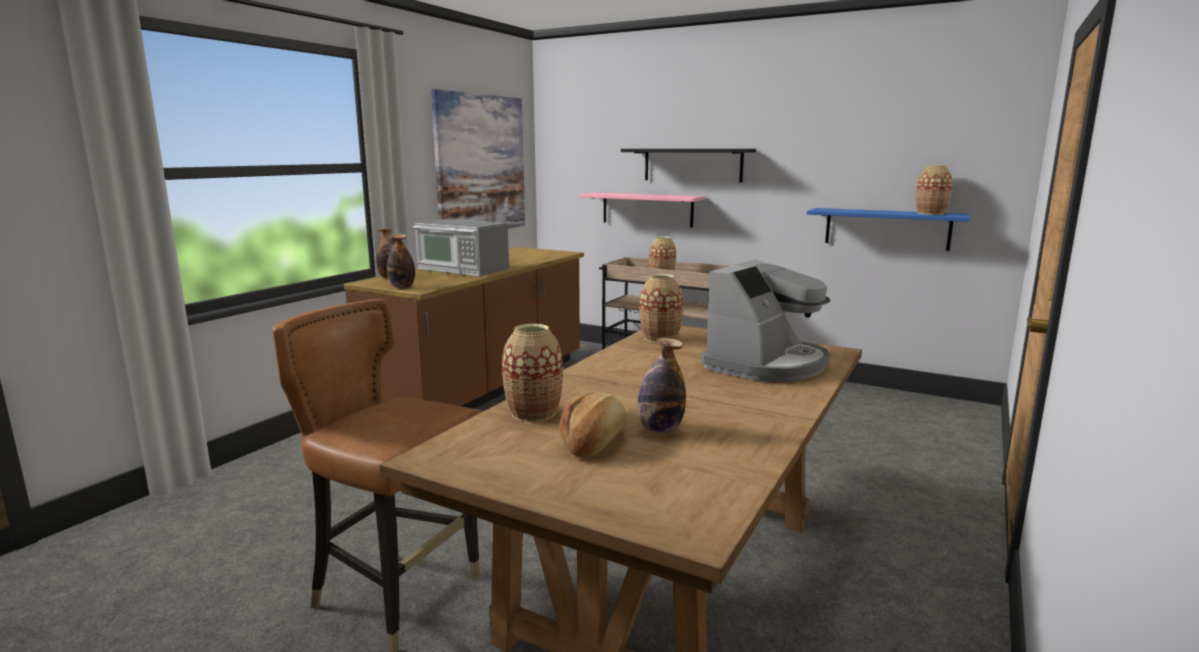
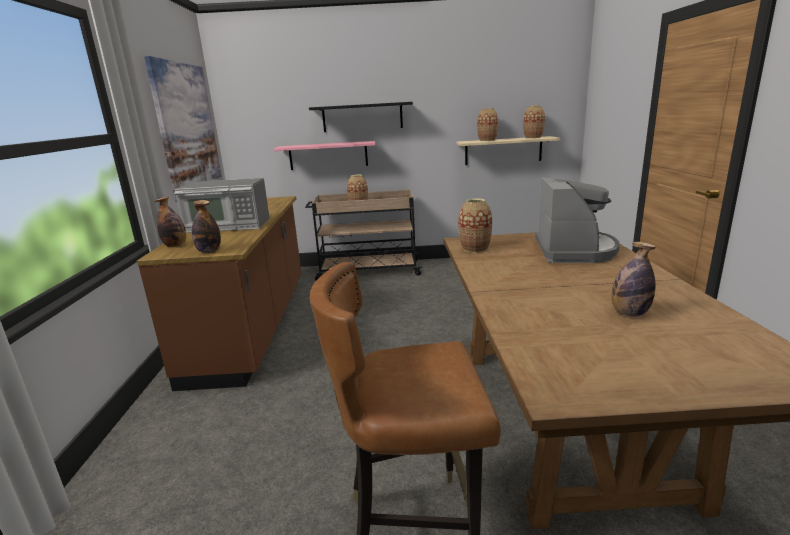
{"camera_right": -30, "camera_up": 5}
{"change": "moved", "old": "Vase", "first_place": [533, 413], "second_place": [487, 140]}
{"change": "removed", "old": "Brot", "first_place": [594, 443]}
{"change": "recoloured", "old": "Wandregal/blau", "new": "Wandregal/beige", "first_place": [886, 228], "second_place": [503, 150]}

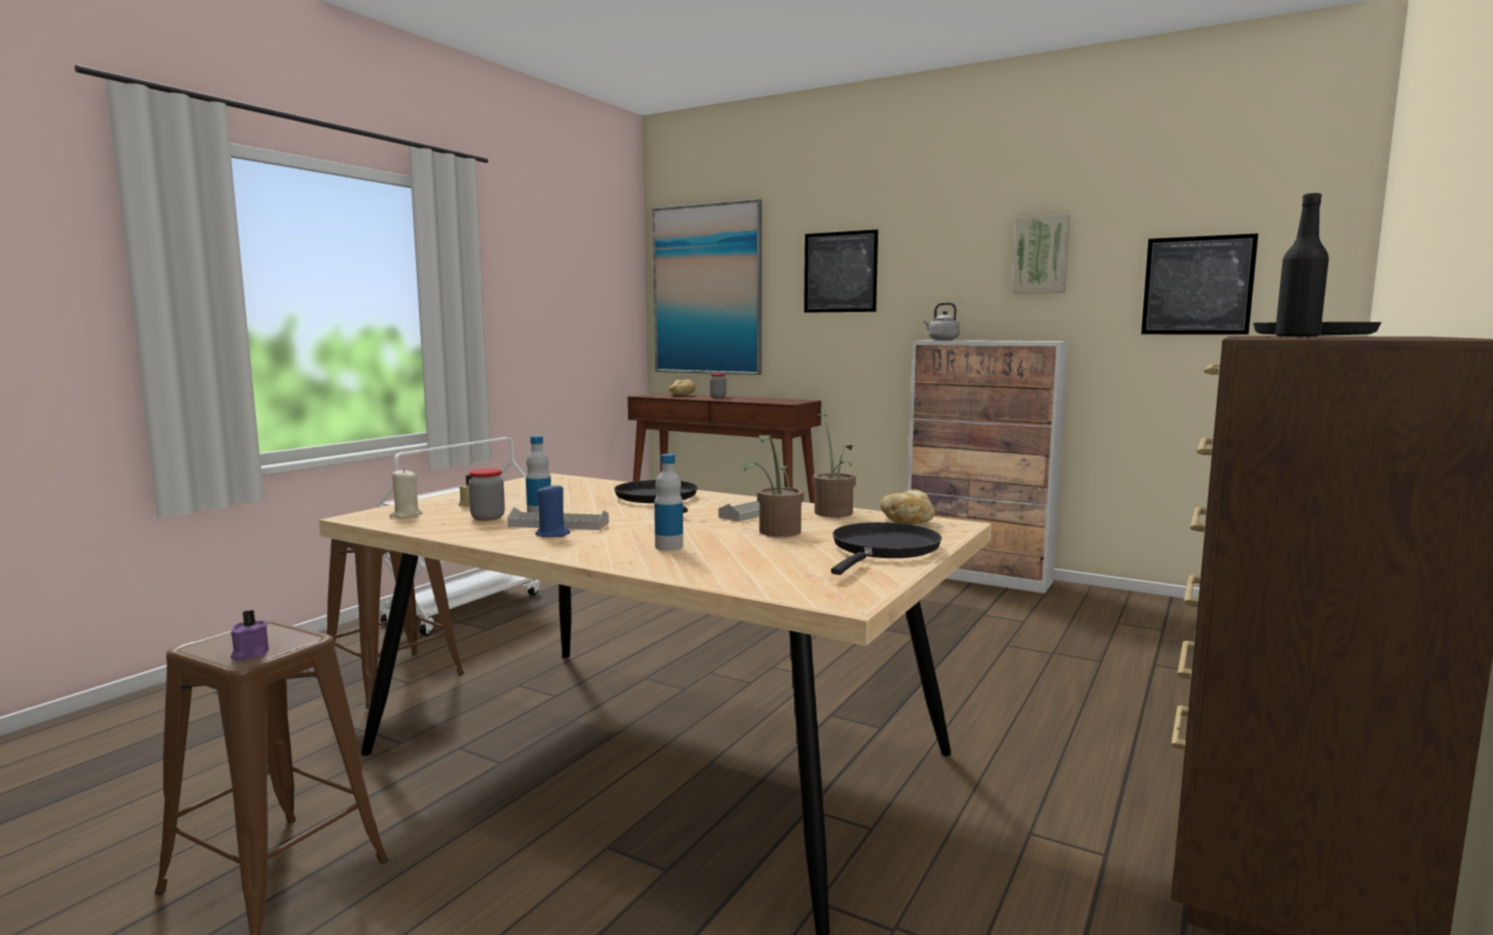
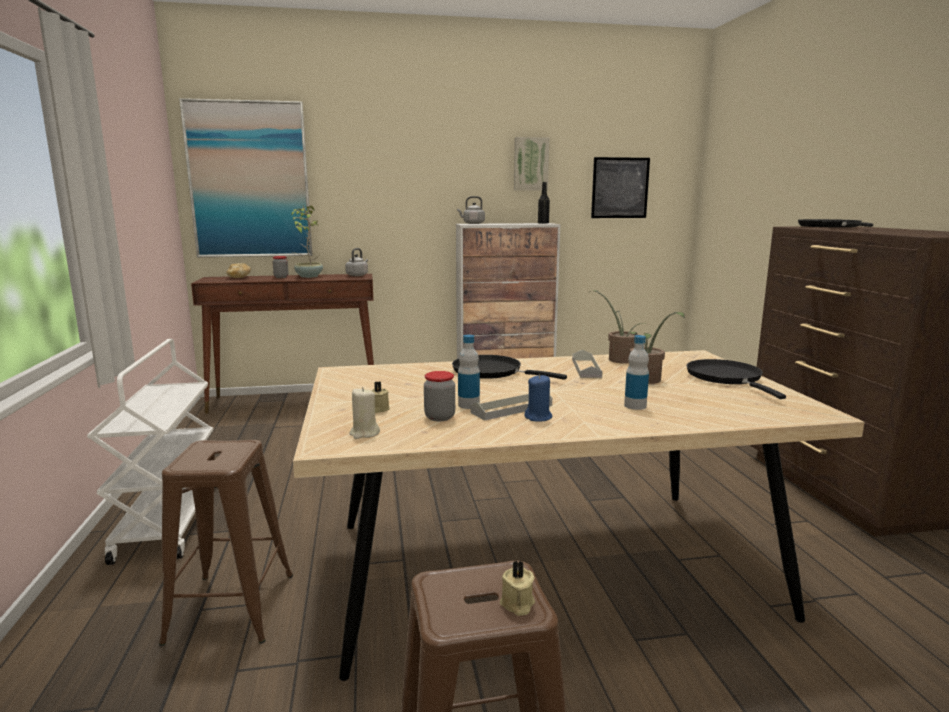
{"camera_right": -40, "camera_up": 5}
{"change": "recoloured", "old": "Kerze/lila", "new": "Kerze/beige", "first_place": [250, 654], "second_place": [517, 604]}
{"change": "removed", "old": "Bild", "first_place": [840, 272]}
{"change": "removed", "old": "Brot", "first_place": [907, 523]}
{"change": "moved", "old": "Flasche/schwarz", "first_place": [1297, 337], "second_place": [543, 223]}
{"change": "added", "new": "Topfpflanze", "second_place": [308, 276]}
{"change": "added", "new": "Wasserkessel/grau", "second_place": [357, 275]}

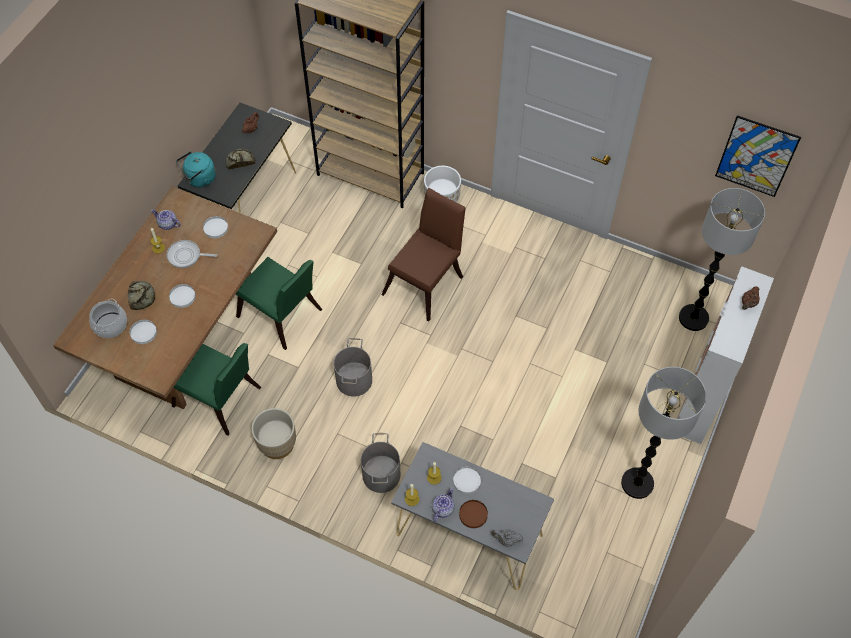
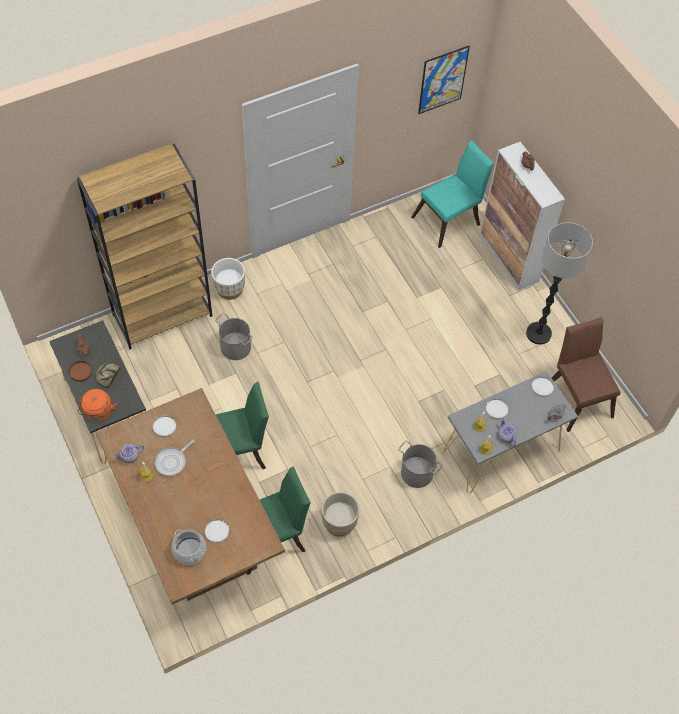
{"camera_right": -55, "camera_up": 0}
{"change": "removed", "old": "Brot", "first_place": [141, 296]}
{"change": "moved", "old": "Teller/weiß", "first_place": [182, 296], "second_place": [542, 387]}
{"change": "recoloured", "old": "Wasserkessel/türkis", "new": "Wasserkessel/orange", "first_place": [199, 179], "second_place": [98, 413]}
{"change": "moved", "old": "Eimer/grau", "first_place": [354, 380], "second_place": [236, 346]}
{"change": "moved", "old": "Stuhl/braun", "first_place": [426, 282], "second_place": [577, 396]}
{"change": "moved", "old": "Teller/braun", "first_place": [473, 514], "second_place": [81, 372]}
{"change": "replaced", "old": "Stehlampe", "new": "Stuhl/türkis", "first_place": [693, 318], "second_place": [449, 219]}

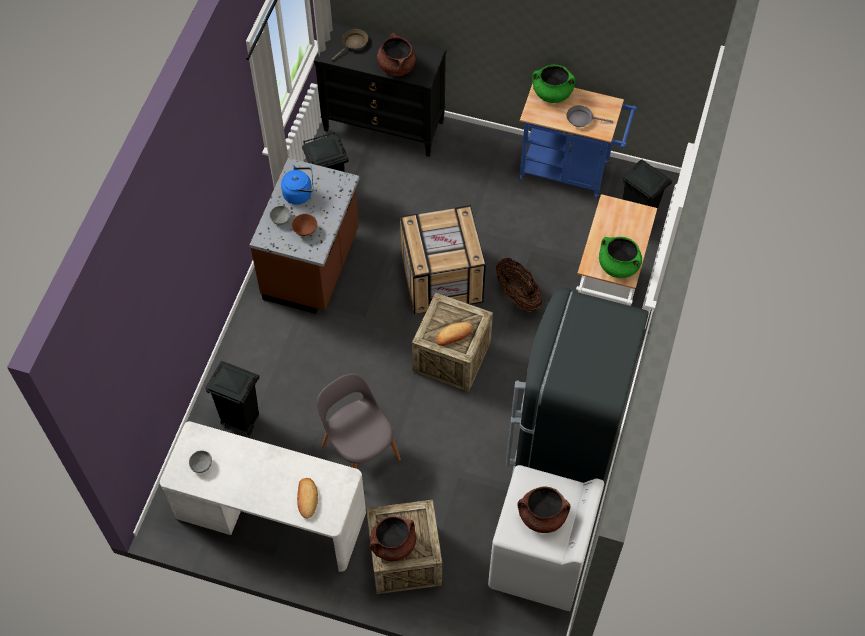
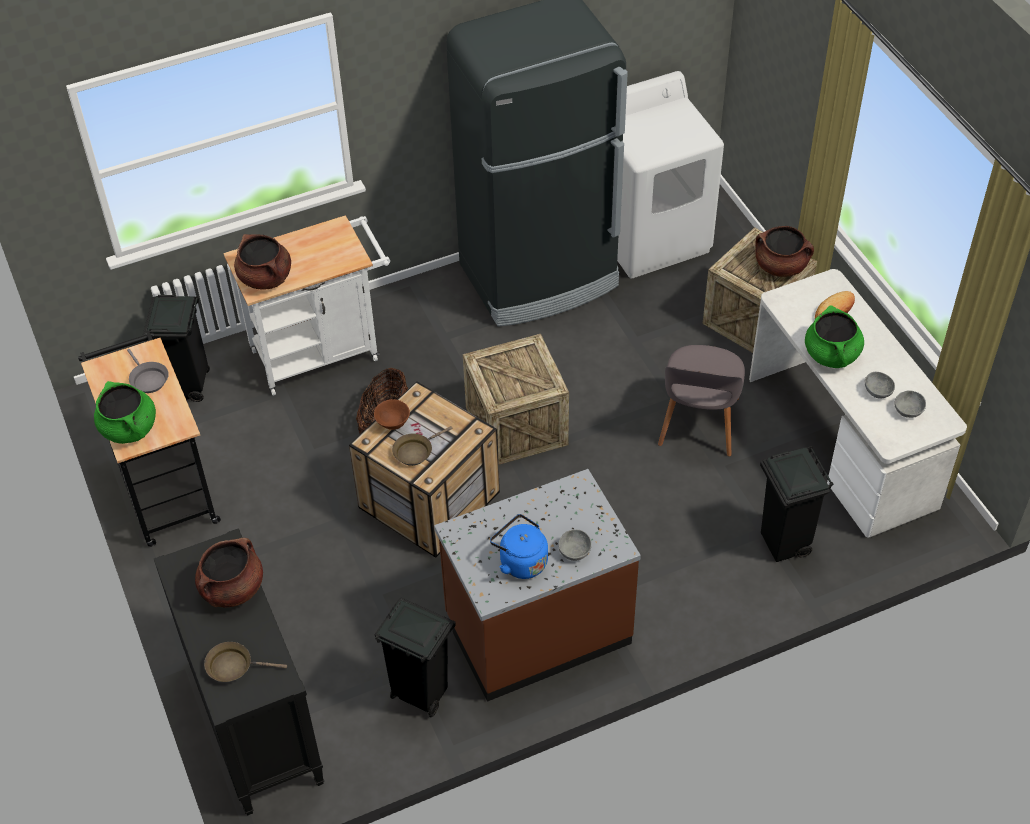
{"camera_right": -130, "camera_up": -10}
{"change": "moved", "old": "Schüssel/braun", "first_place": [305, 231], "second_place": [393, 422]}
{"change": "removed", "old": "Brot", "first_place": [454, 335]}
{"change": "moved", "old": "Kochtopf/braun", "first_place": [542, 516], "second_place": [265, 278]}
{"change": "recoloured", "old": "Rollwagen/blau", "new": "Rollwagen/schwarz", "first_place": [570, 171], "second_place": [164, 484]}
{"change": "moved", "old": "Kochtopf/grün", "first_place": [618, 266], "second_place": [831, 355]}
{"change": "added", "new": "Pfanne/braun", "second_place": [415, 451]}
{"change": "added", "new": "Schüssel/grau", "second_place": [878, 391]}

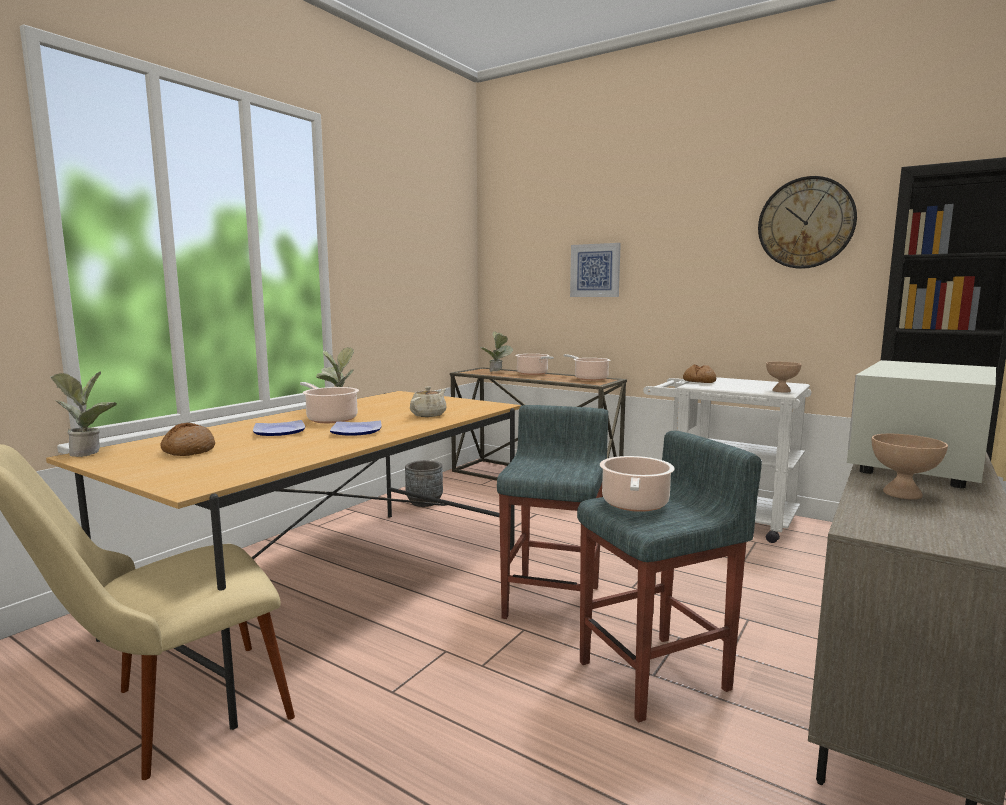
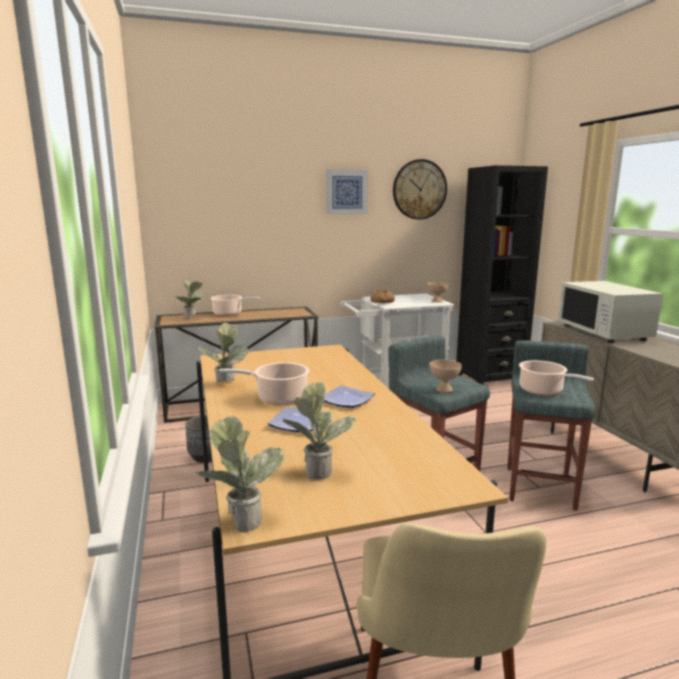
{"camera_right": -50, "camera_up": 5}
{"change": "replaced", "old": "Brot", "new": "Topfpflanze", "first_place": [188, 450], "second_place": [318, 469]}
{"change": "removed", "old": "Teekanne/beige", "first_place": [429, 415]}
{"change": "removed", "old": "Kochtopf", "first_place": [589, 378]}
{"change": "moved", "old": "Bild", "first_place": [595, 270], "second_place": [346, 192]}
{"change": "moved", "old": "Schüssel/beige", "first_place": [904, 494], "second_place": [444, 390]}

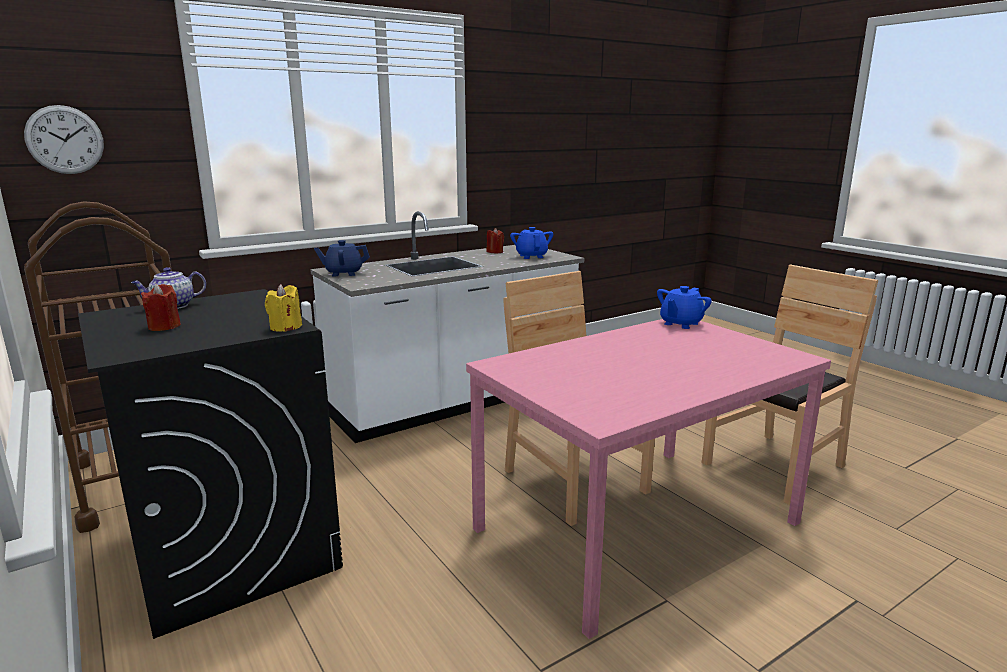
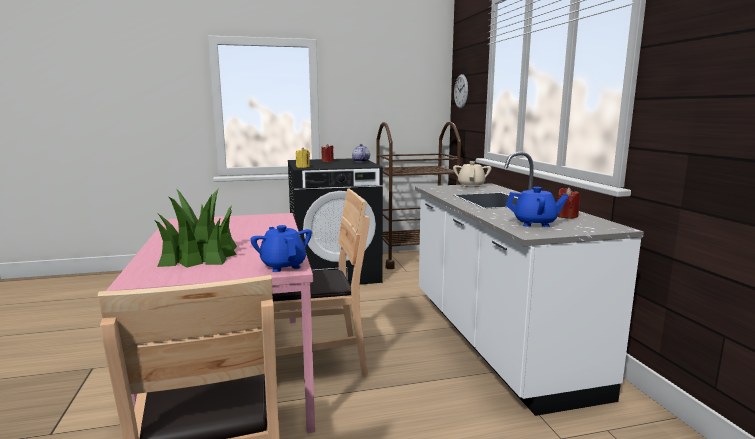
{"camera_right": 110, "camera_up": -5}
{"change": "recoloured", "old": "Teekanne/blau", "new": "Teekanne/beige", "first_place": [343, 273], "second_place": [471, 186]}
{"change": "added", "new": "Topfpflanze", "second_place": [199, 255]}

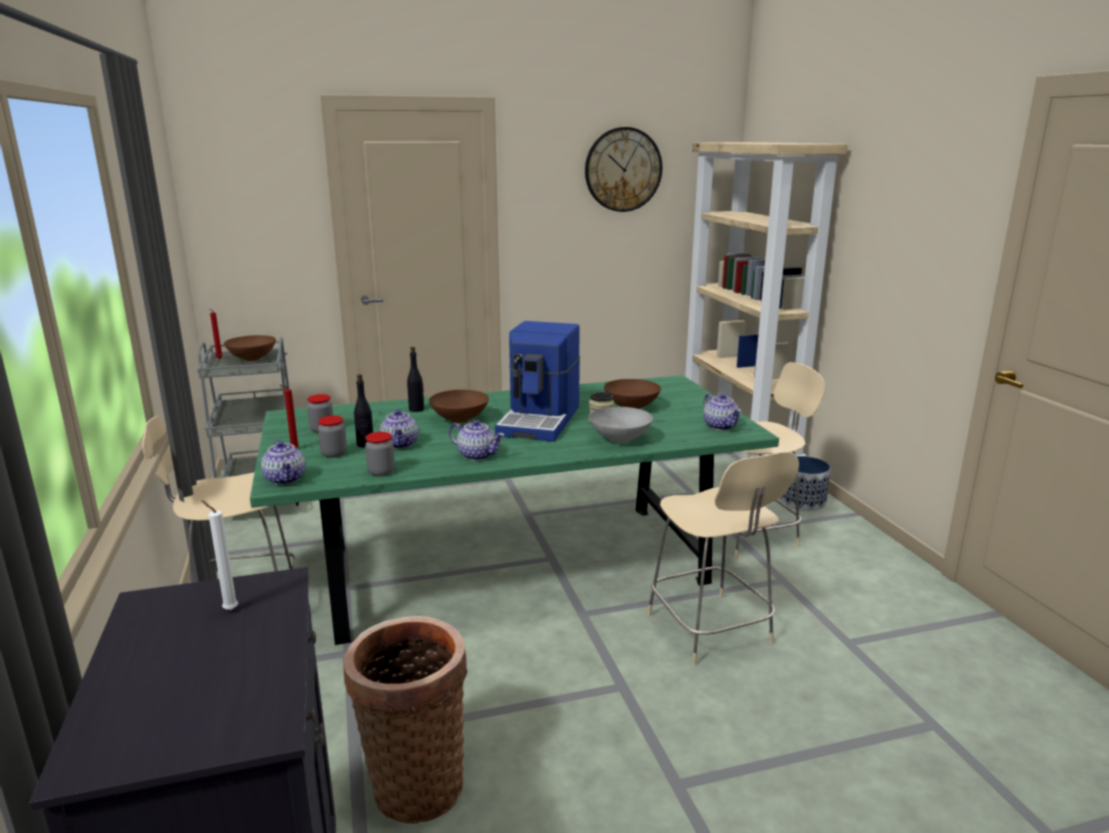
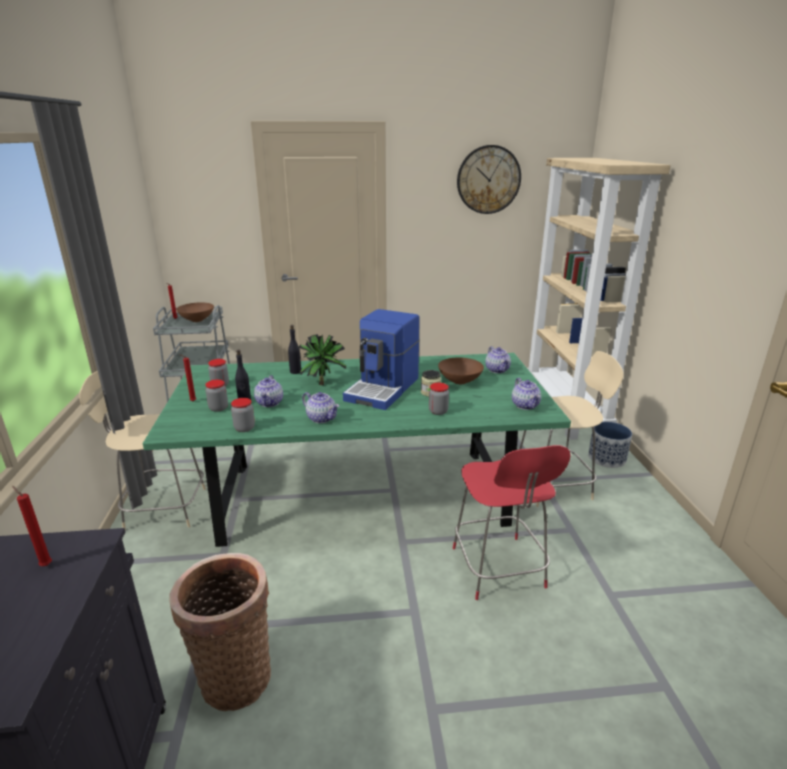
{"camera_right": 10, "camera_up": 5}
{"change": "recoloured", "old": "Kerze/weiß", "new": "Kerze/rot", "first_place": [228, 609], "second_place": [45, 565]}
{"change": "moved", "old": "Teekanne", "first_place": [286, 479], "second_place": [497, 370]}
{"change": "replaced", "old": "Schüssel/braun", "new": "Topfpflanze", "first_place": [459, 419], "second_place": [323, 383]}
{"change": "replaced", "old": "Schüssel/grau", "new": "Vorratsglas", "first_place": [619, 439], "second_place": [438, 411]}
{"change": "recoloured", "old": "Stuhl/beige", "new": "Stuhl/rot", "first_place": [711, 631], "second_place": [499, 570]}

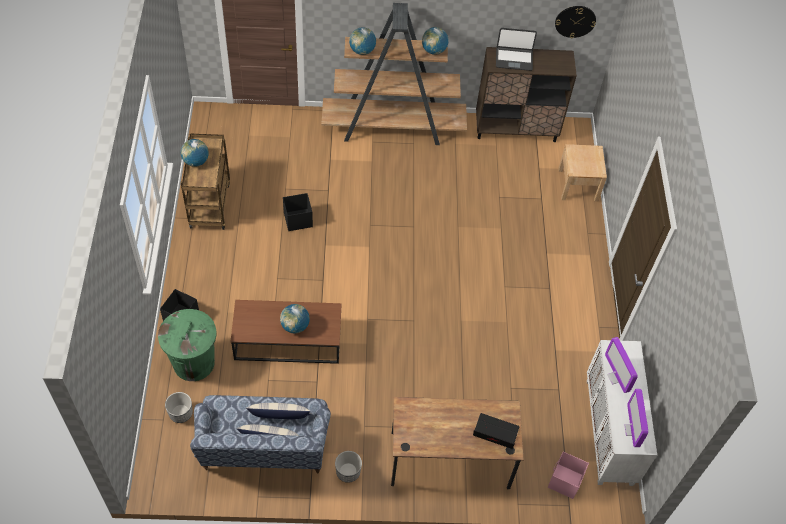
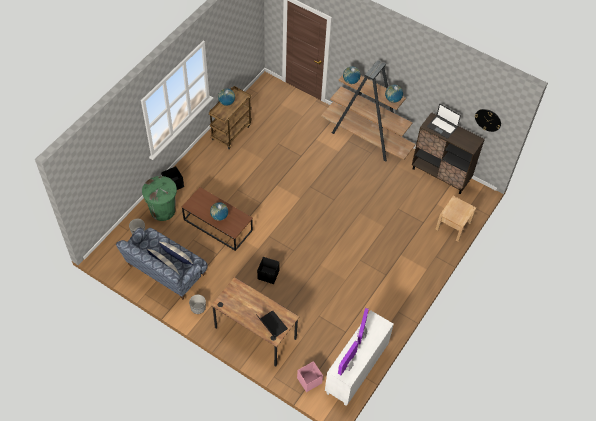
{"camera_right": 35, "camera_up": 0}
{"change": "moved", "old": "Aufbewahrungsbox/schwarz", "first_place": [297, 220], "second_place": [268, 275]}

